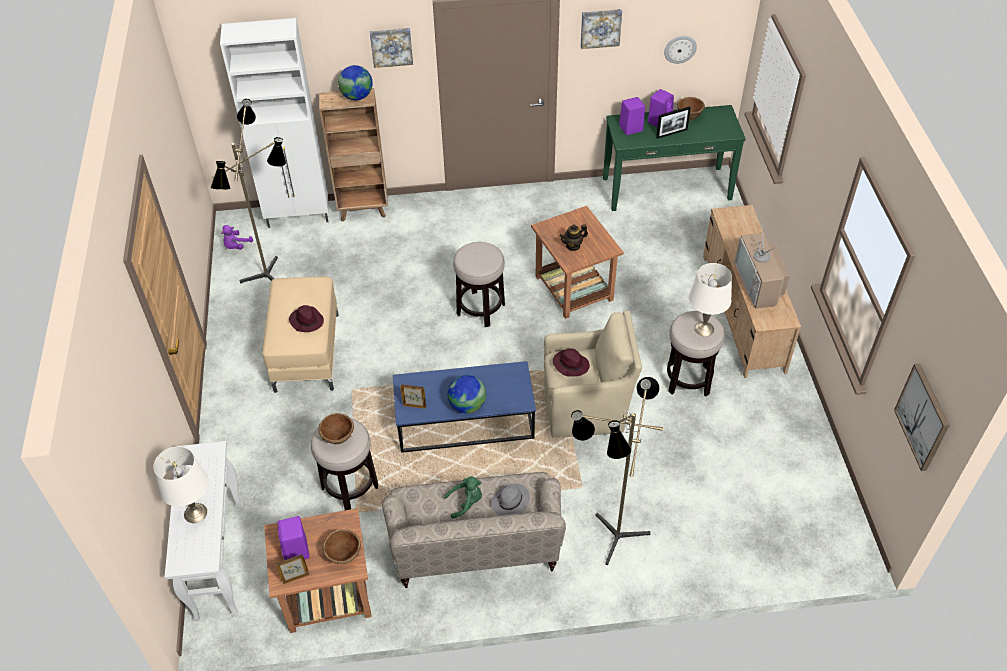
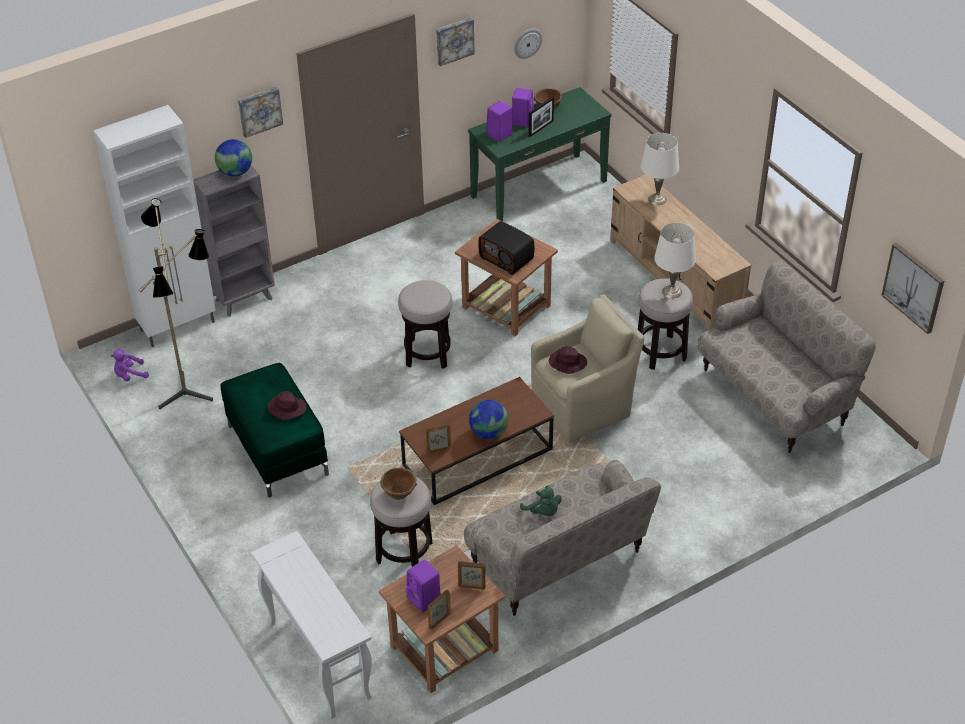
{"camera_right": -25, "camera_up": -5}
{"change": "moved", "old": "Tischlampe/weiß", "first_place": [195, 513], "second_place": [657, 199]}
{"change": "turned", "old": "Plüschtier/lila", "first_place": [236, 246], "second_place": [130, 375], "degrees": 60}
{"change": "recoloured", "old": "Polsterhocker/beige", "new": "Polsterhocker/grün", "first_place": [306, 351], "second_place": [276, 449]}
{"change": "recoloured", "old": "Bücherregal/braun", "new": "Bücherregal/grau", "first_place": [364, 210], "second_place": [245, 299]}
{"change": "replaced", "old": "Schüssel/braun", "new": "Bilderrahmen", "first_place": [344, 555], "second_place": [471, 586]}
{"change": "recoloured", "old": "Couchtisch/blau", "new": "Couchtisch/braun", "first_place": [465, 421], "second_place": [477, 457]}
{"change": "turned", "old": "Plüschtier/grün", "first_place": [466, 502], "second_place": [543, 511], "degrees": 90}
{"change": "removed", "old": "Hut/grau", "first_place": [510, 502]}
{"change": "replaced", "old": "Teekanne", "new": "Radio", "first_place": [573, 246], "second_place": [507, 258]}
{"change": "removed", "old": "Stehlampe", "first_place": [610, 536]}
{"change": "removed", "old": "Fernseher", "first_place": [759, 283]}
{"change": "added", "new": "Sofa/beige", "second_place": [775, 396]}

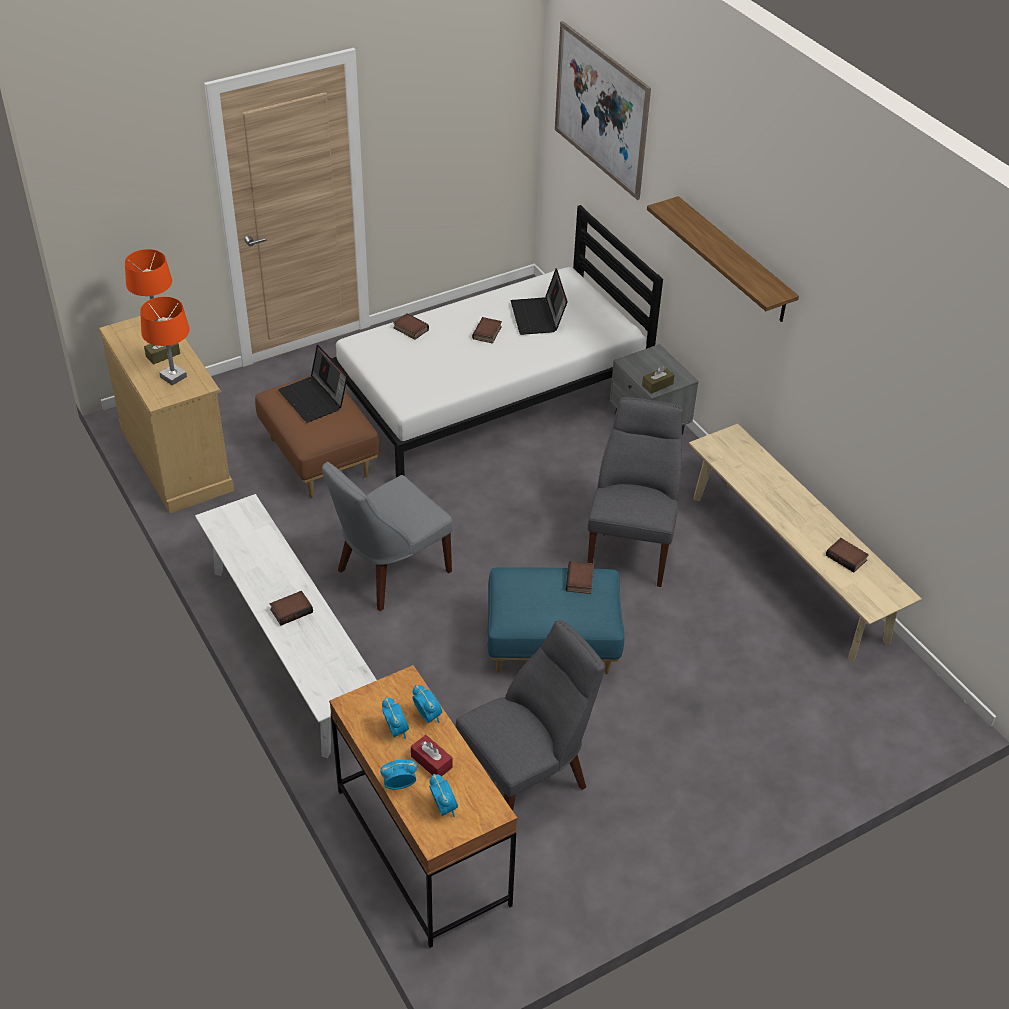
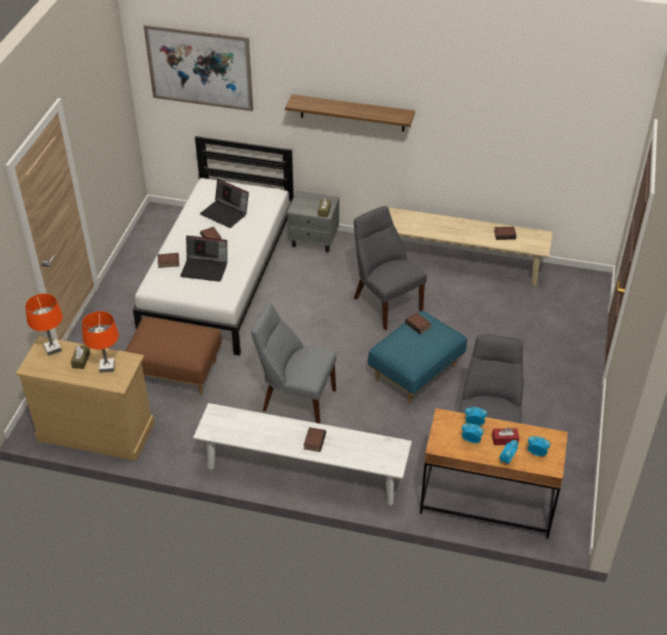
{"camera_right": -45, "camera_up": 0}
{"change": "moved", "old": "Laptop", "first_place": [314, 399], "second_place": [205, 268]}
{"change": "turned", "old": "Stuhl/grau", "first_place": [389, 572], "second_place": [295, 399], "degrees": 105}

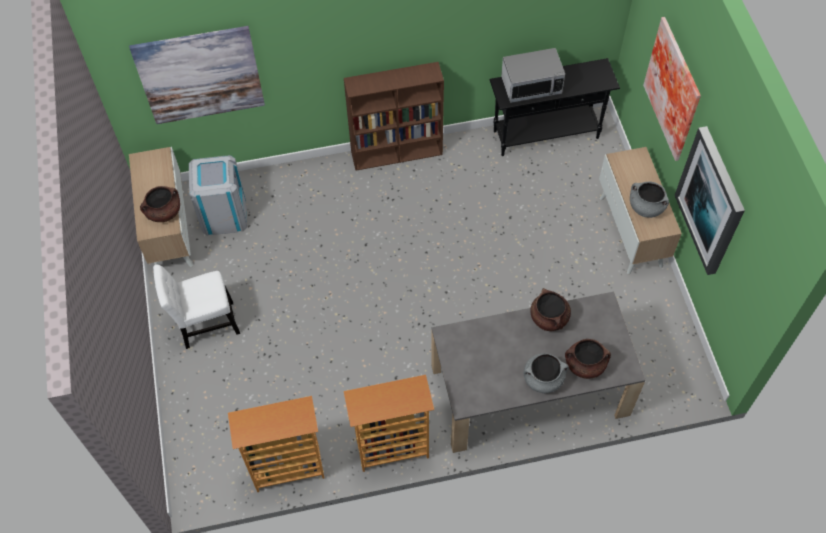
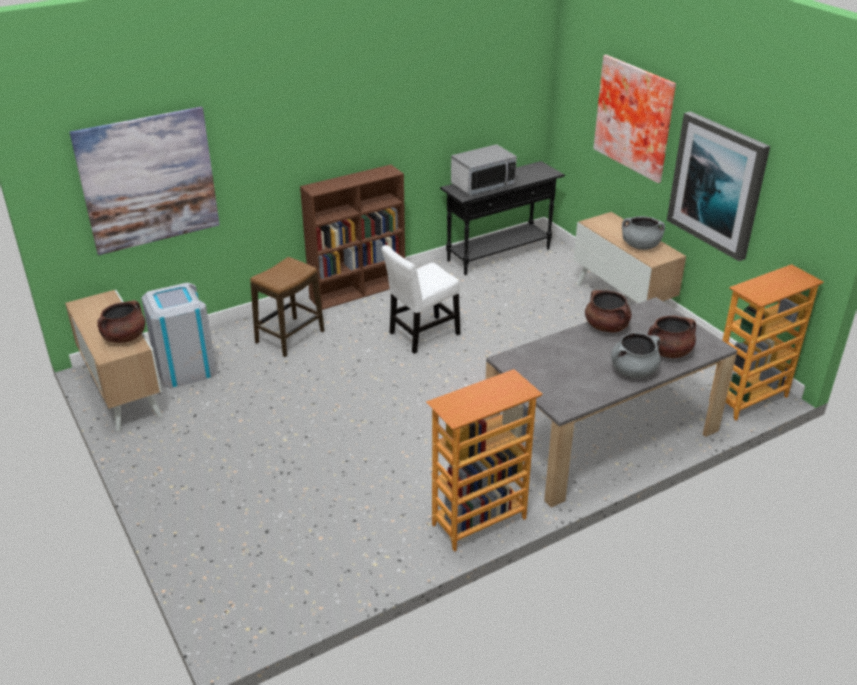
{"camera_right": -20, "camera_up": -25}
{"change": "moved", "old": "Stuhl/weiß", "first_place": [205, 325], "second_place": [421, 335]}
{"change": "moved", "old": "Bücherregal", "first_place": [288, 470], "second_place": [749, 399]}
{"change": "added", "new": "Hocker", "second_place": [290, 337]}

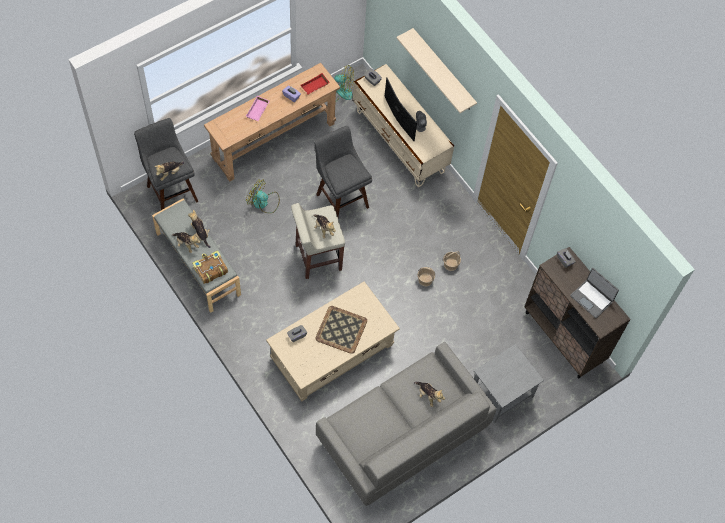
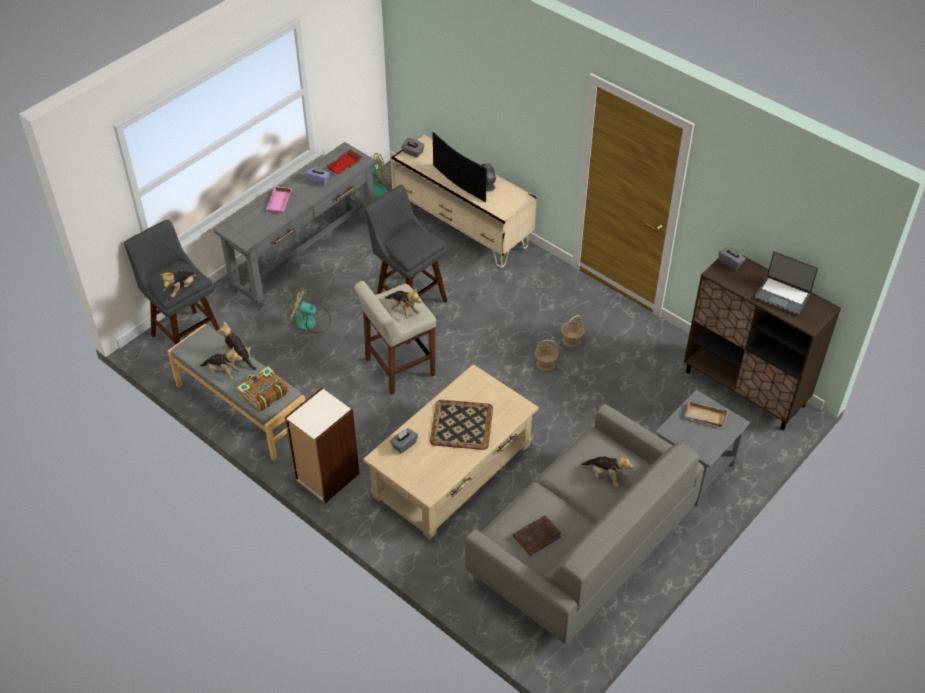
{"camera_right": -10, "camera_up": -15}
{"change": "recoloured", "old": "Konsolentisch/braun", "new": "Konsolentisch/grau", "first_place": [274, 141], "second_place": [305, 256]}
{"change": "removed", "old": "Wandregal/beige", "first_place": [443, 71]}
{"change": "added", "new": "Bücherregal", "second_place": [326, 477]}
{"change": "added", "new": "Buch/braun", "second_place": [538, 536]}
{"change": "added", "new": "Tablett/beige", "second_place": [704, 417]}

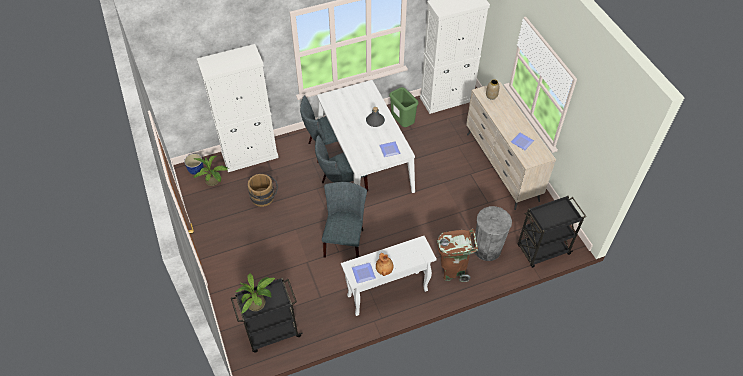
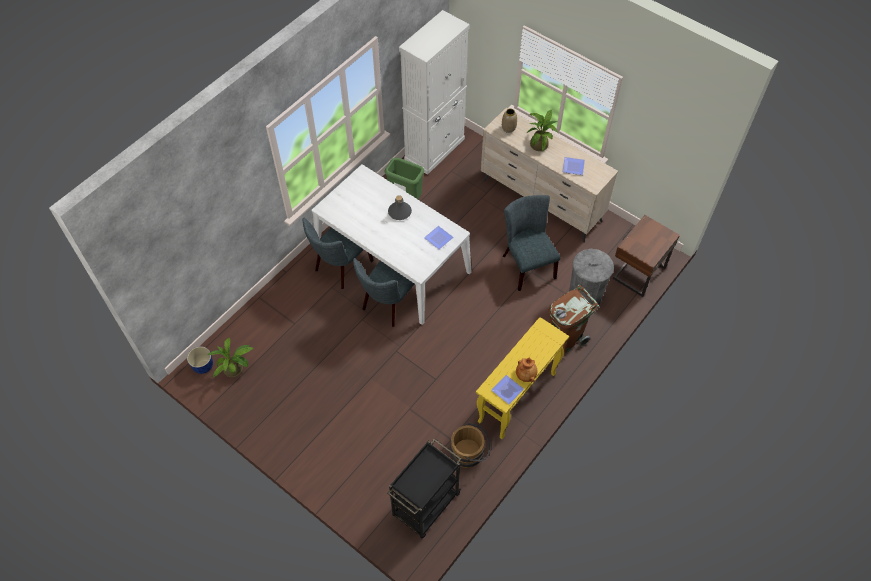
{"camera_right": -30, "camera_up": 5}
{"change": "removed", "old": "Schrank/weiß", "first_place": [250, 155]}
{"change": "moved", "old": "Topfpflanze", "first_place": [258, 303], "second_place": [540, 144]}
{"change": "moved", "old": "Eimer/braun", "first_place": [264, 198], "second_place": [470, 453]}
{"change": "moved", "old": "Stuhl/grau", "first_place": [345, 240], "second_place": [526, 264]}
{"change": "recoloured", "old": "Konsolentisch/weiß", "new": "Konsolentisch/gelb", "first_place": [387, 293], "second_place": [517, 398]}
{"change": "replaced", "old": "Rollwagen/schwarz", "new": "Nachttisch/braun", "first_place": [542, 250], "second_place": [637, 273]}

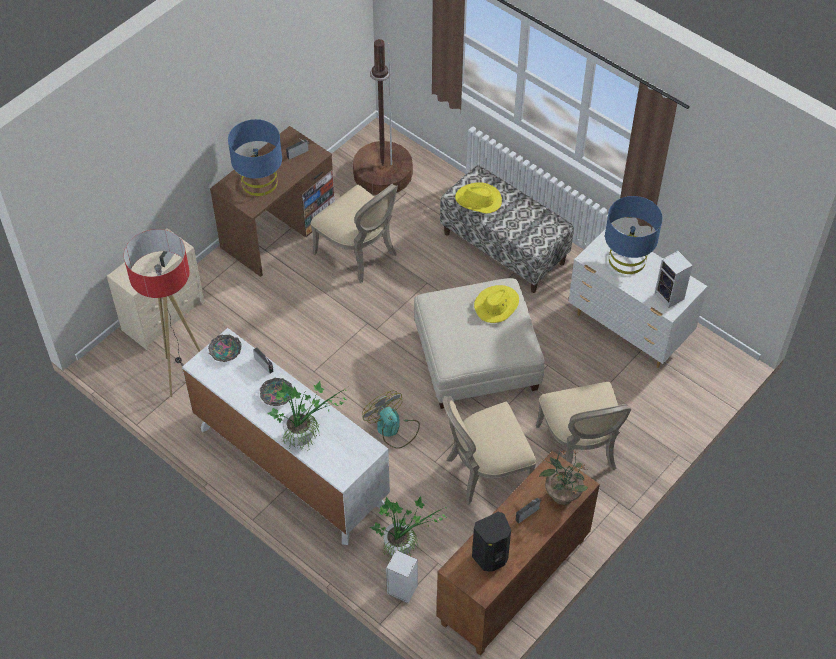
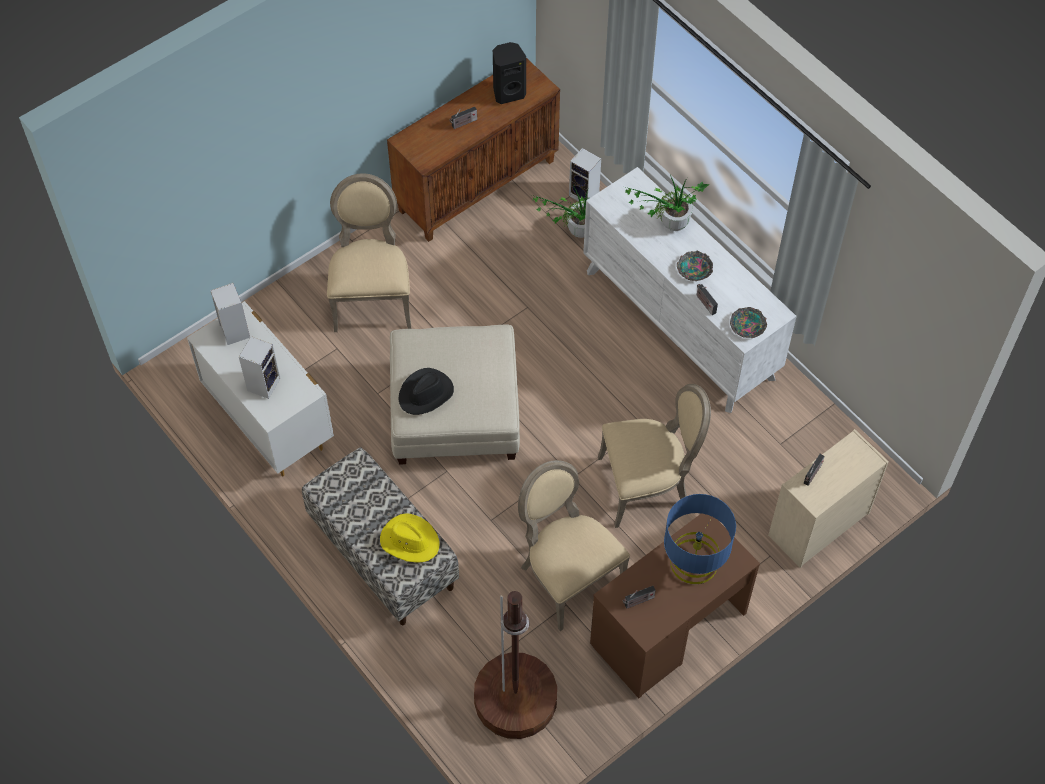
{"camera_right": -170, "camera_up": 5}
{"change": "removed", "old": "Stehlampe", "first_place": [182, 375]}
{"change": "removed", "old": "Ventilator", "first_place": [393, 429]}
{"change": "moved", "old": "Stuhl/beige", "first_place": [485, 472], "second_place": [647, 485]}
{"change": "recoloured", "old": "Hut/gelb", "new": "Hut/schwarz", "first_place": [497, 305], "second_place": [426, 393]}
{"change": "removed", "old": "Topfpflanze", "first_place": [562, 494]}
{"change": "replaced", "old": "Tischlampe/blau", "new": "Lautsprecher", "first_place": [627, 259], "second_place": [264, 383]}

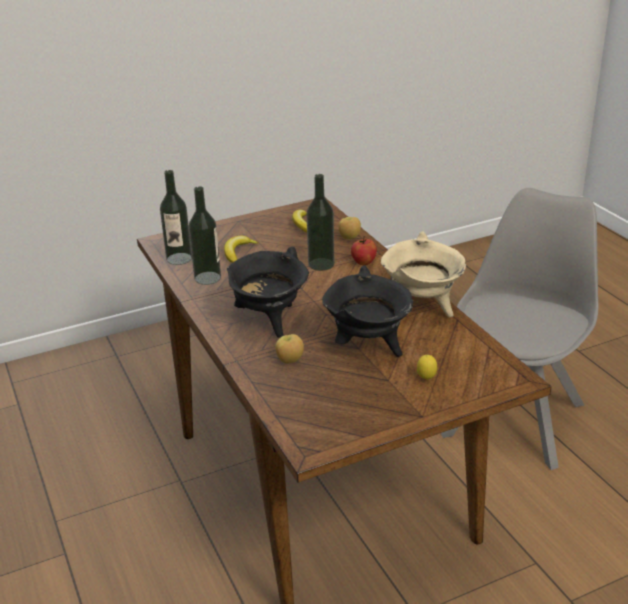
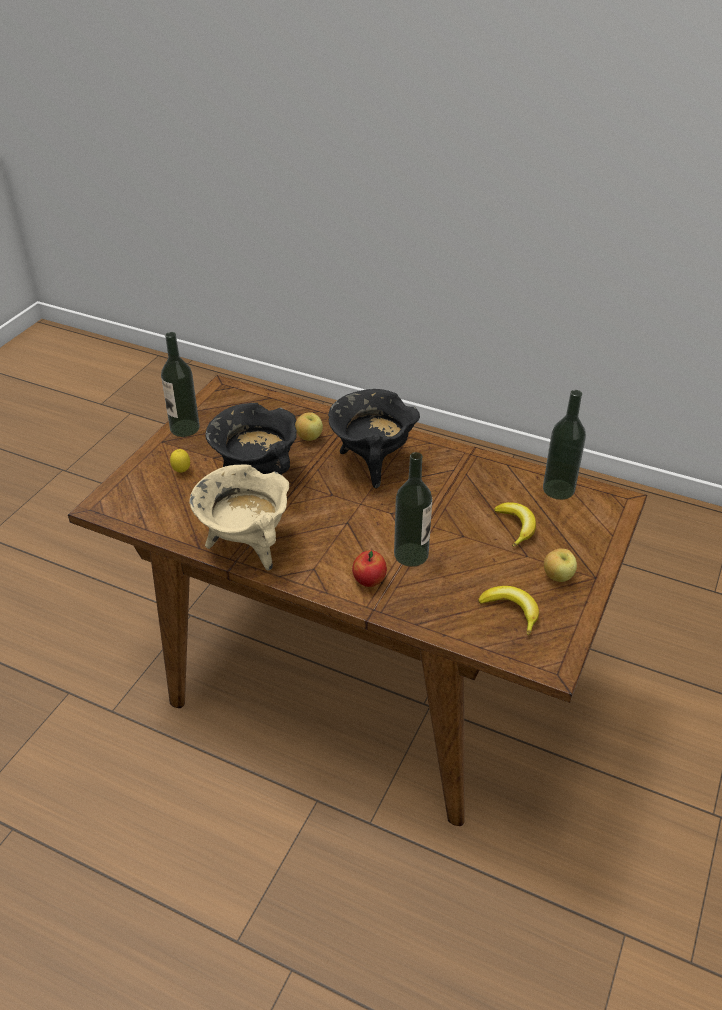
{"camera_right": 140, "camera_up": 10}
{"change": "moved", "old": "Flasche", "first_place": [207, 278], "second_place": [184, 428]}
{"change": "moved", "old": "Apfel", "first_place": [349, 238], "second_place": [558, 577]}
{"change": "removed", "old": "Stuhl/grau", "first_place": [515, 416]}

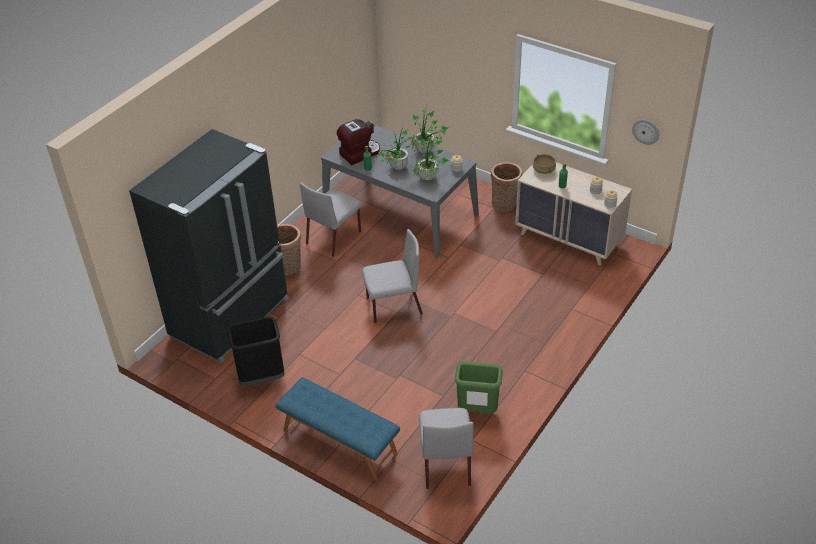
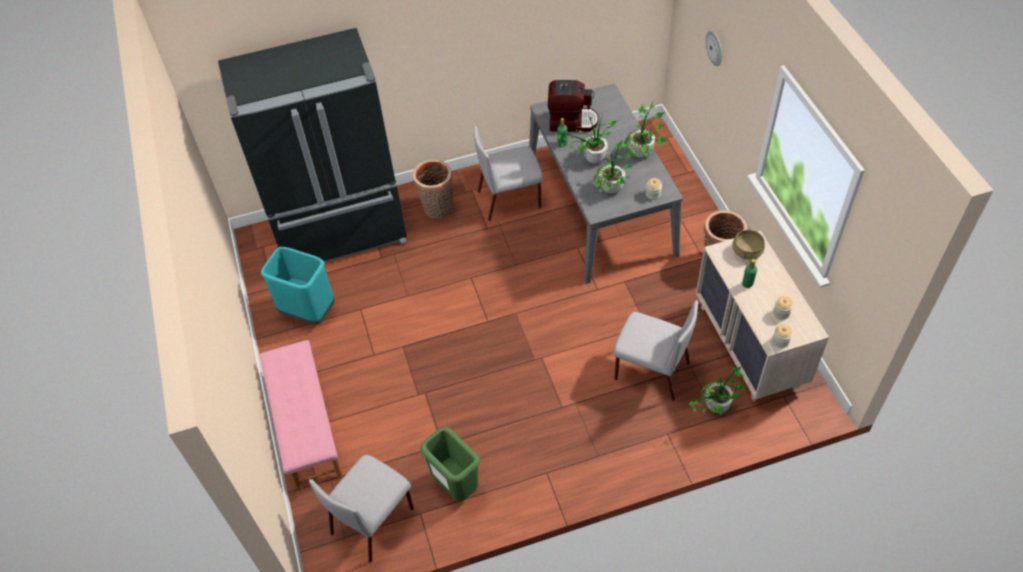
{"camera_right": 40, "camera_up": 10}
{"change": "recoloured", "old": "Mülleimer/schwarz", "new": "Mülleimer/türkis", "first_place": [261, 377], "second_place": [308, 312]}
{"change": "recoloured", "old": "Bank/blau", "new": "Bank/rosa", "first_place": [339, 442], "second_place": [306, 427]}
{"change": "moved", "old": "Stuhl/grau", "first_place": [393, 306], "second_place": [650, 370]}
{"change": "moved", "old": "Wanduhr", "first_place": [646, 131], "second_place": [715, 48]}
{"change": "added", "new": "Topfpflanze", "second_place": [714, 410]}

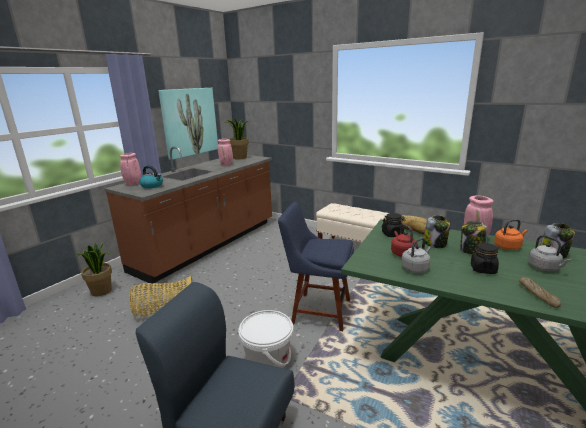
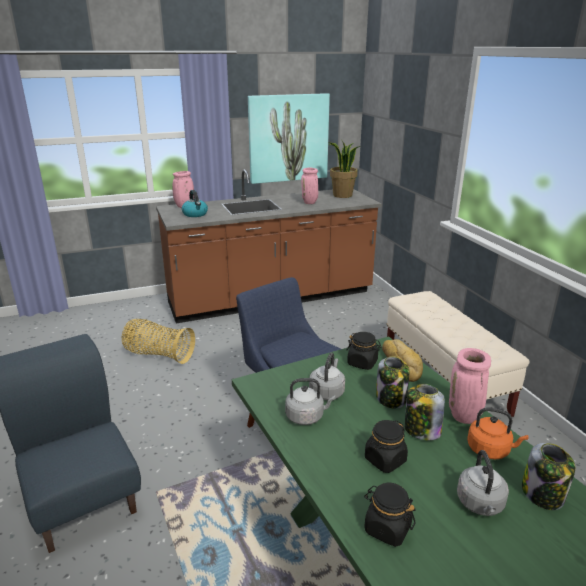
{"camera_right": 35, "camera_up": 5}
{"change": "removed", "old": "Topfpflanze", "first_place": [102, 291]}
{"change": "removed", "old": "Eimer/weiß", "first_place": [268, 360]}
{"change": "recoloured", "old": "Wasserkessel/rot", "new": "Wasserkessel/grau", "first_place": [402, 253], "second_place": [327, 392]}
{"change": "replaced", "old": "Brot", "new": "Vorratsglas/schwarz", "first_place": [538, 295], "second_place": [387, 528]}

